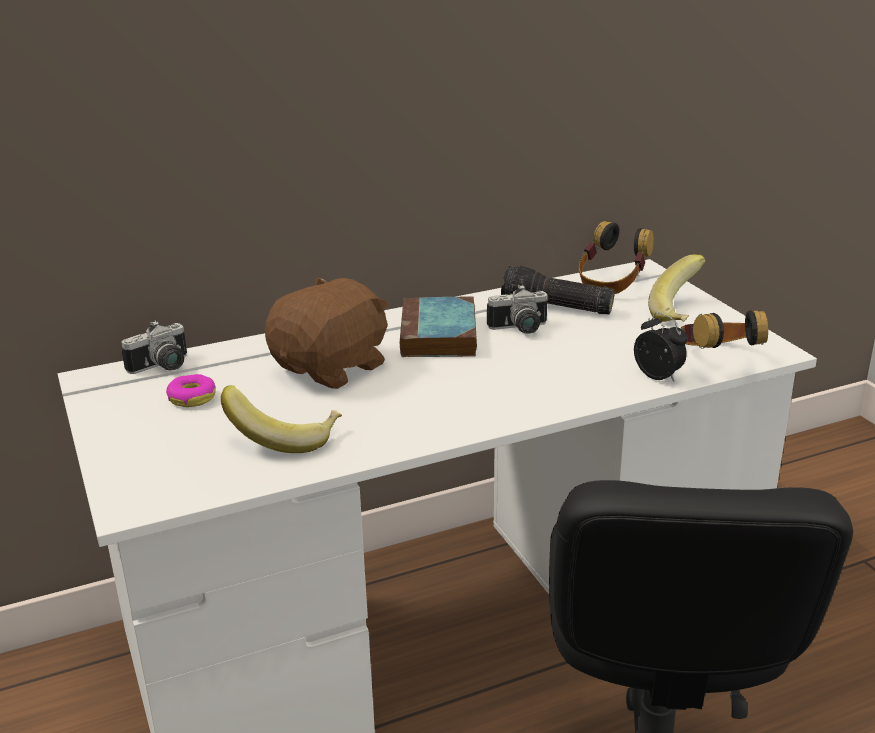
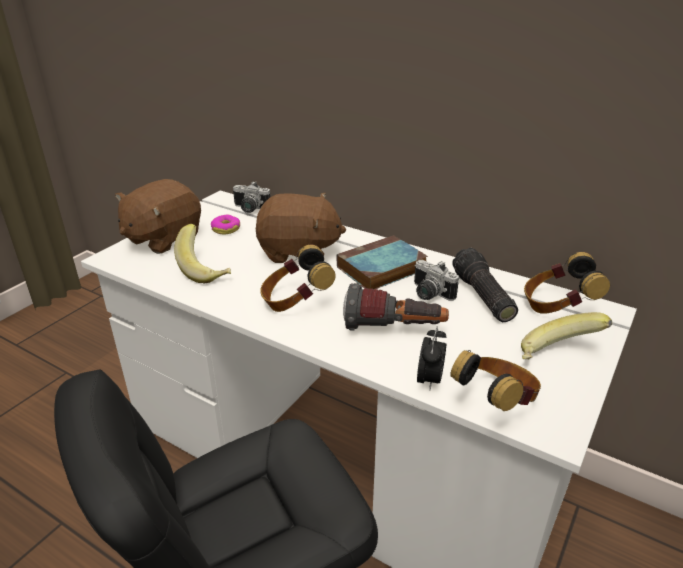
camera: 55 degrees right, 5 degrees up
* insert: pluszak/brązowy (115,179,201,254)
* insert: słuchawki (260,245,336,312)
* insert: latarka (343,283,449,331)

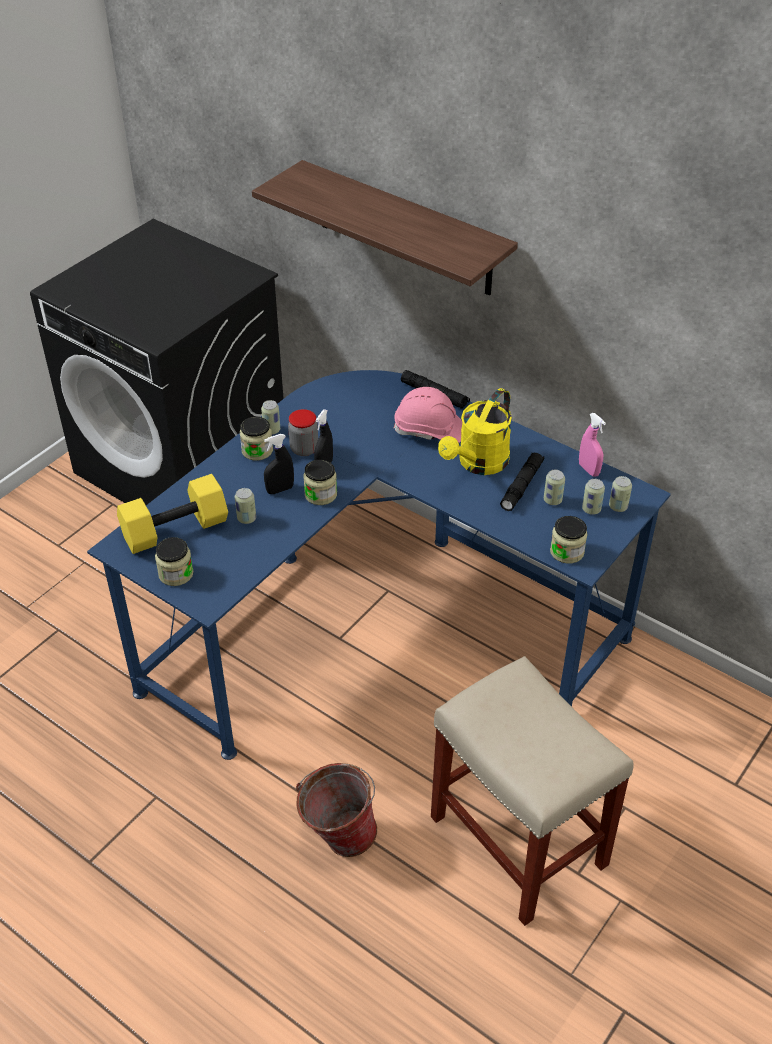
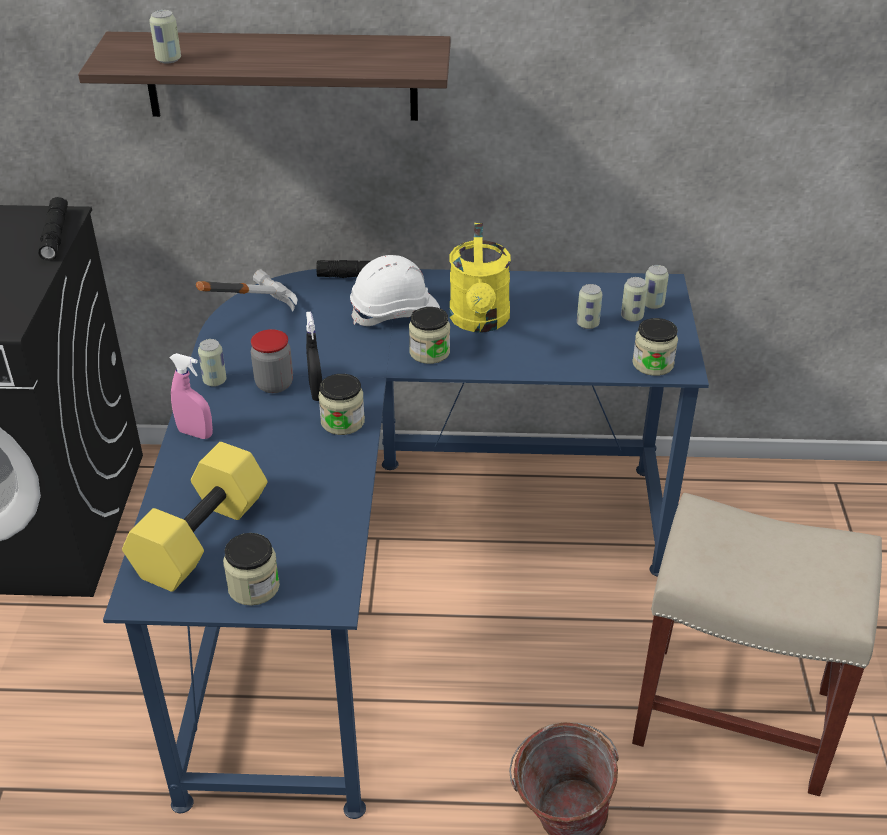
camera: 35 degrees left, 5 degrees down
* move: latarka/czarny (500,452,544,511) to (39,197,68,261)
* move: puszka (235,488,256,524) to (149,10,181,64)
* move: spryskiwacz/różowy (579,413,606,477) to (170,353,213,439)
* insert: młotek (196,269,298,312)
* recolor: kask/różowy (393,387,462,443) to kask/biały (350,255,440,326)
* move: słoik (240,417,273,461) to (409,307,450,364)
* delete: spryskiwacz/czarny (264,434,294,494)

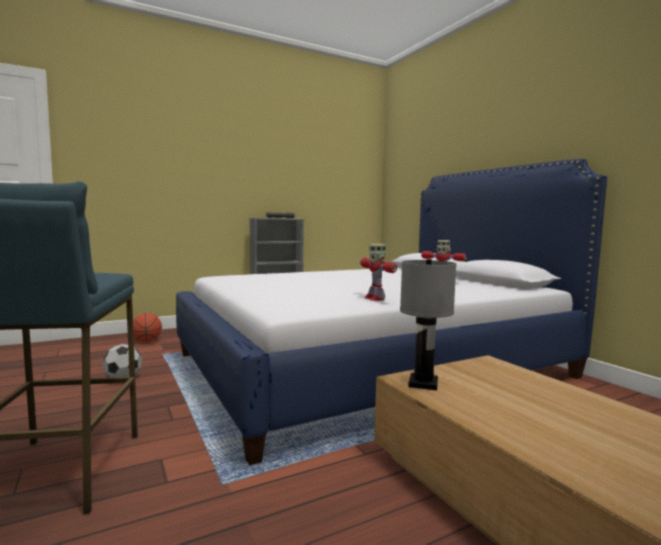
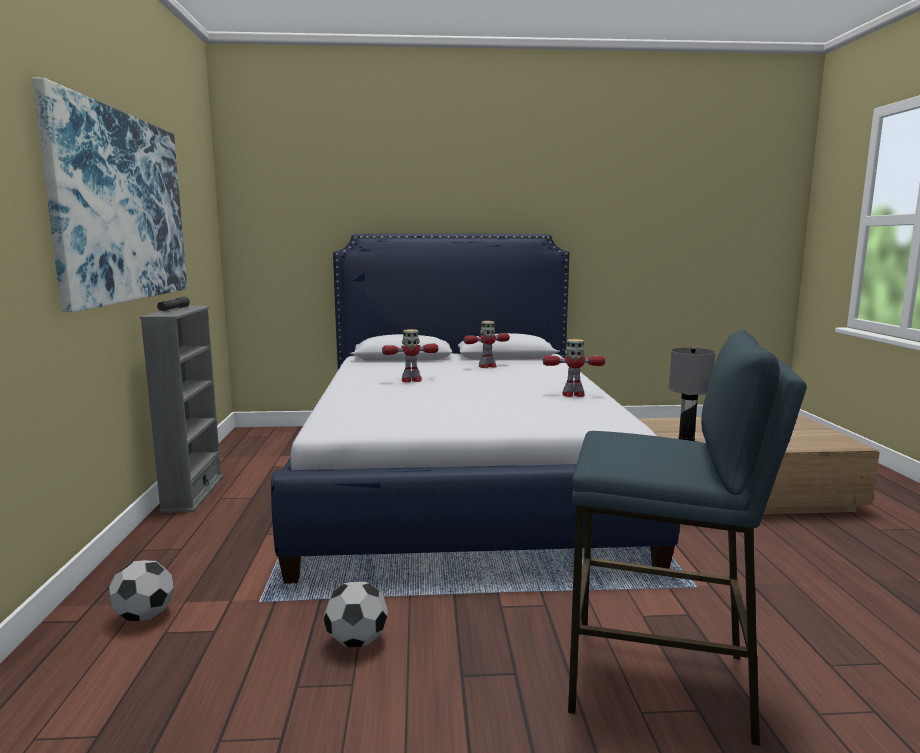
camera: 65 degrees left, 5 degrees up
* insert: obraz (32,78,187,312)
* replace: piłka do koszykówki (133,313,162,342) to piłka futbolowa (109,560,174,621)
* insert: robot zabawkowy (382,329,438,383)

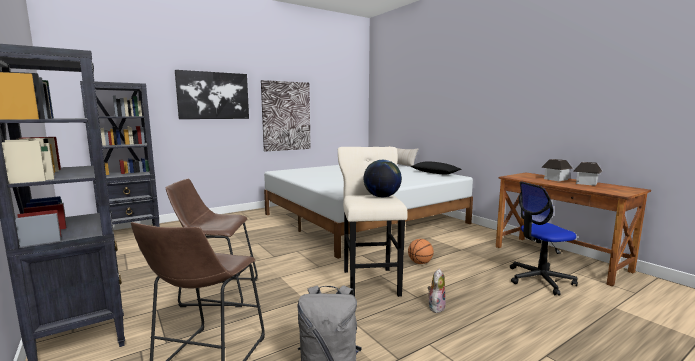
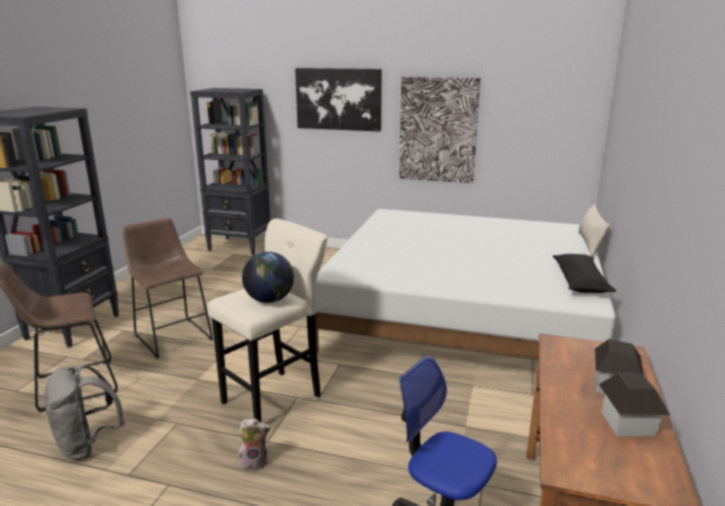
camera: 50 degrees right, 10 degrees up
* delete: piłka do koszykówki (408,239,434,264)

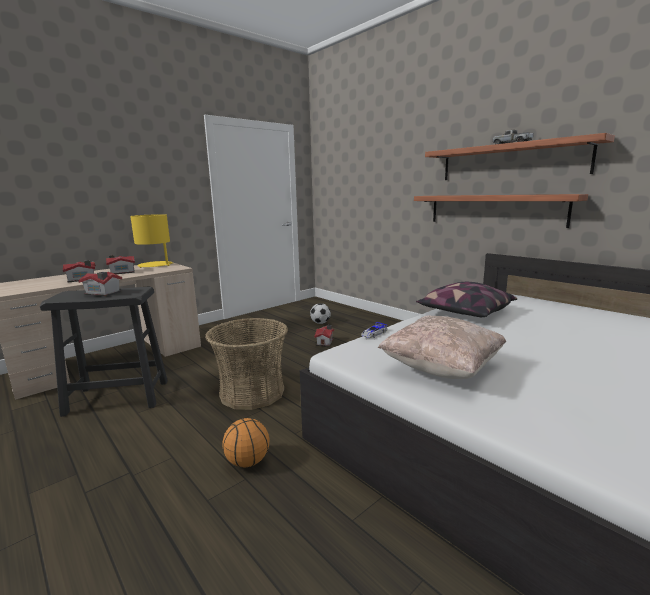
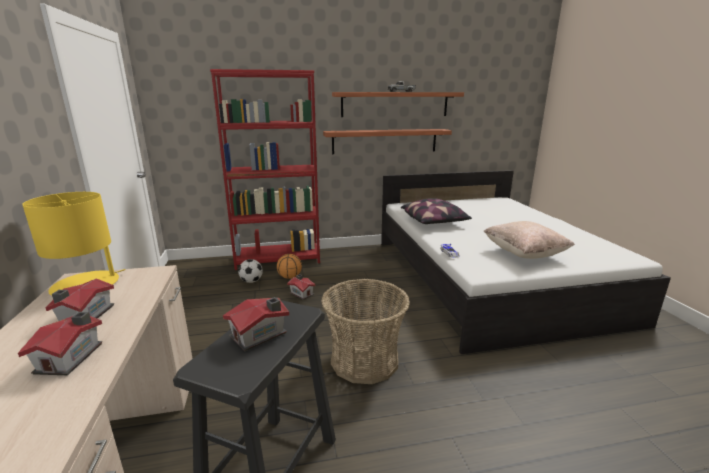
camera: 60 degrees left, 5 degrees up
* insert: regał/czerwony (210,69,320,270)
* move: piłka do koszykówki (222,418,269,467) to (277,254,302,279)

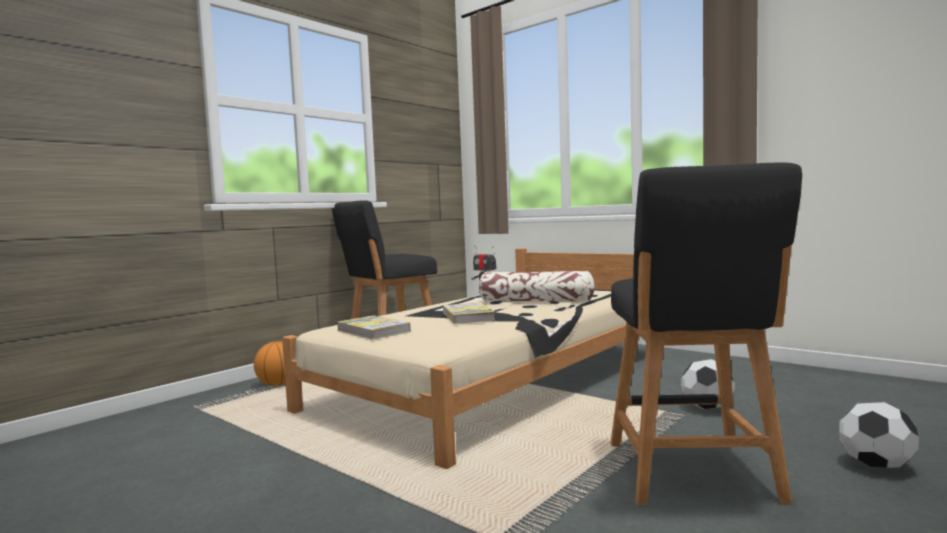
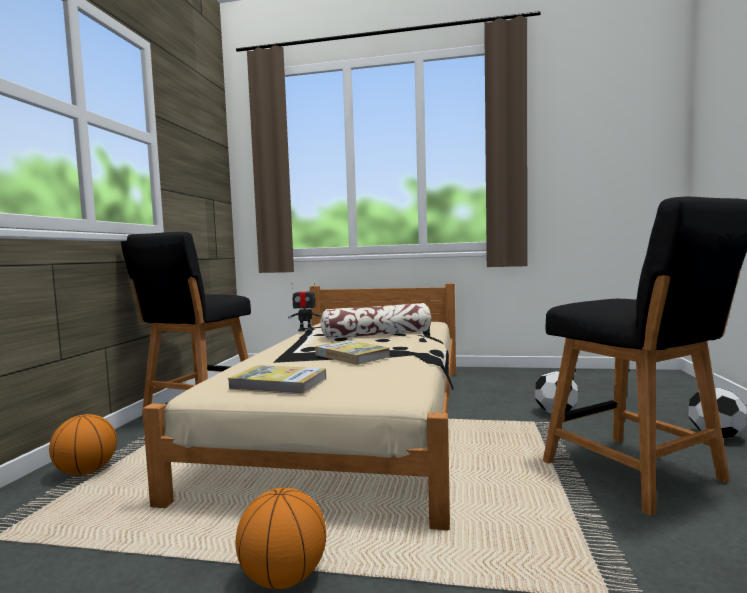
camera: 30 degrees left, 0 degrees up
* insert: piłka do koszykówki (236,488,326,589)

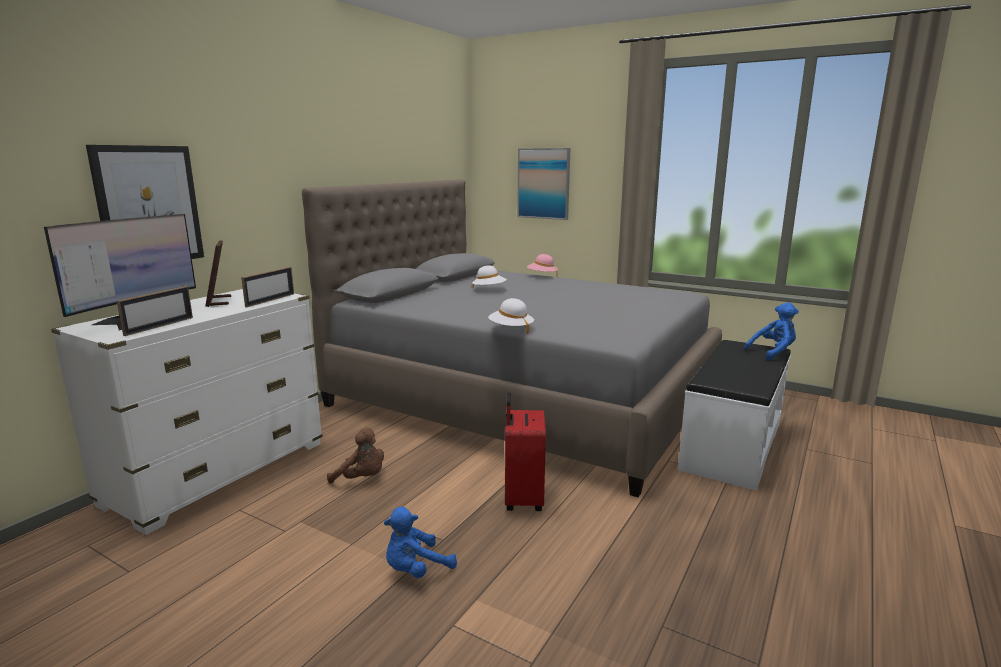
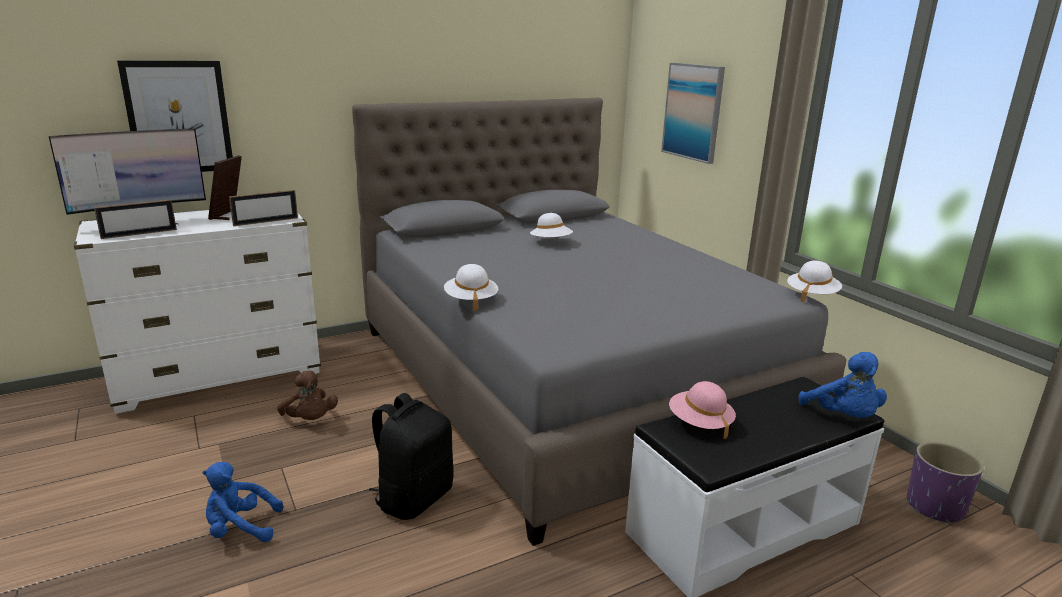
camera: 30 degrees right, 5 degrees up
* replace: walizka/czerwony (505,392,546,511) to plecak/czarny (369,393,453,520)
* move: kapelusz/różowy (527,254,558,277) to (669,381,736,439)
* insert: kapelusz/biały (787,261,842,303)
* rotate: pluszak/niebieski (744,302,799,360) = (798,352,887,418) 60 degrees clockwise
* insert: donica/fioletowy (907,442,984,524)

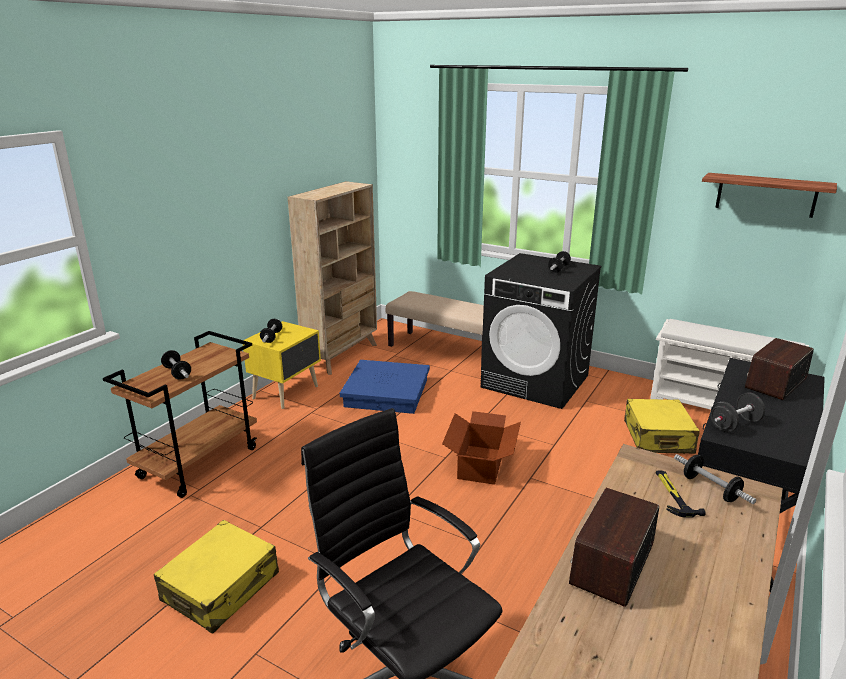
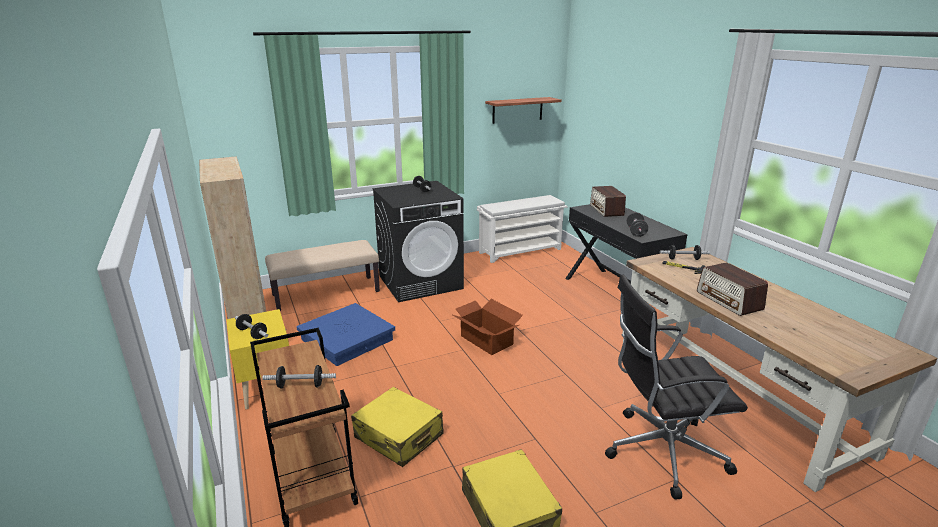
camera: 55 degrees left, 0 degrees up
* move: walizka/żółty (624,399,700,454) to (351,387,444,467)

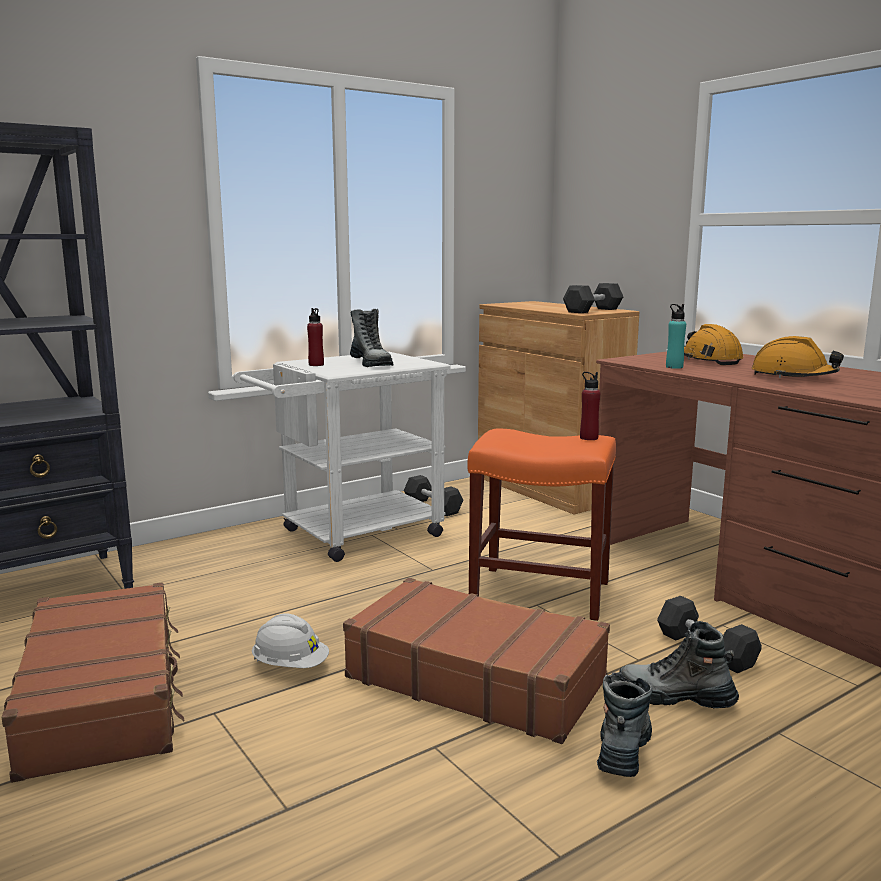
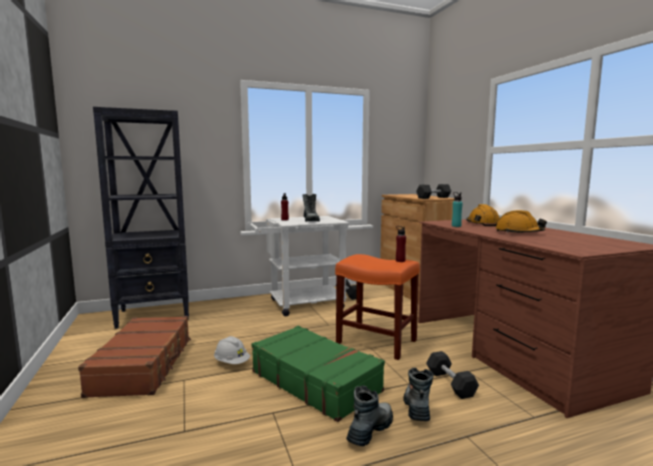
camera: 15 degrees right, 5 degrees down
* recolor: walizka/brązowy (343,578,610,744) to walizka/zielony (252,326,385,422)
* rotate: but z cholewką (619,621,739,708) = (403,368,434,421) 60 degrees clockwise

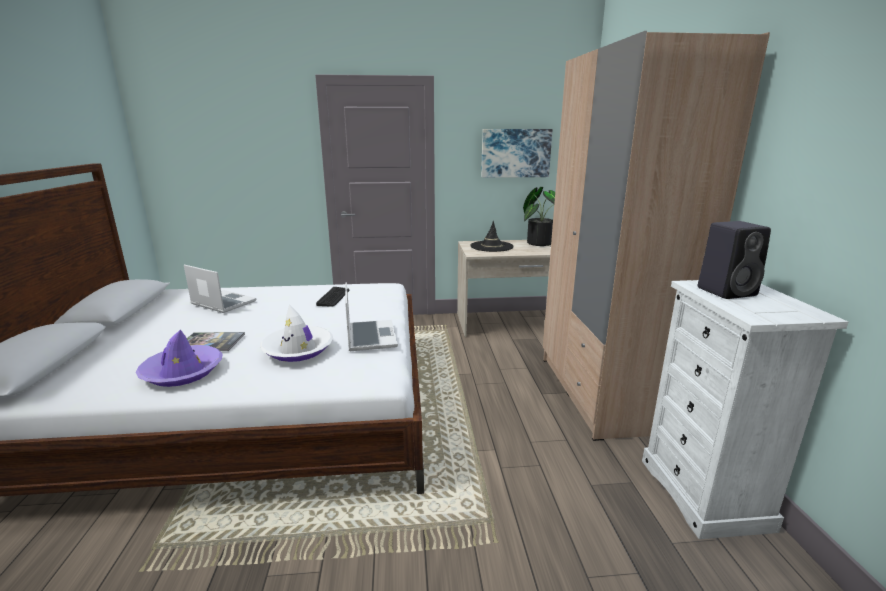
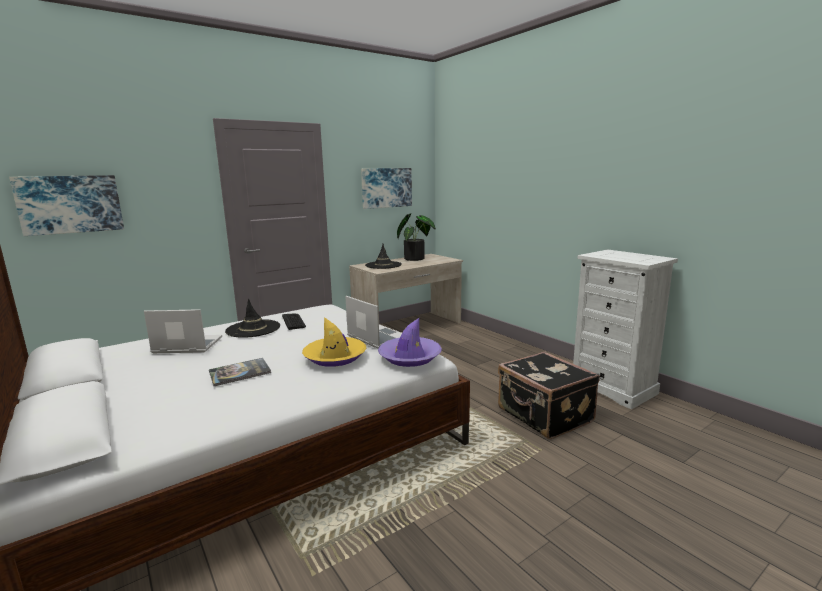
camera: 30 degrees left, 5 degrees down
* insert: obraz (9,175,124,236)
* insert: kapelusz/czarny (225,299,280,338)
* recolor: kapelusz/biały (260,305,333,362) to kapelusz/żółty (302,317,366,367)
* move: kapelusz/fioletowy (136,329,223,387) to (378,318,442,367)
* insert: walizka/czarny (498,352,600,439)
* delete: szafa/beżowy (543,31,770,441)
* delete: głośnik/czarny (698,221,771,299)

